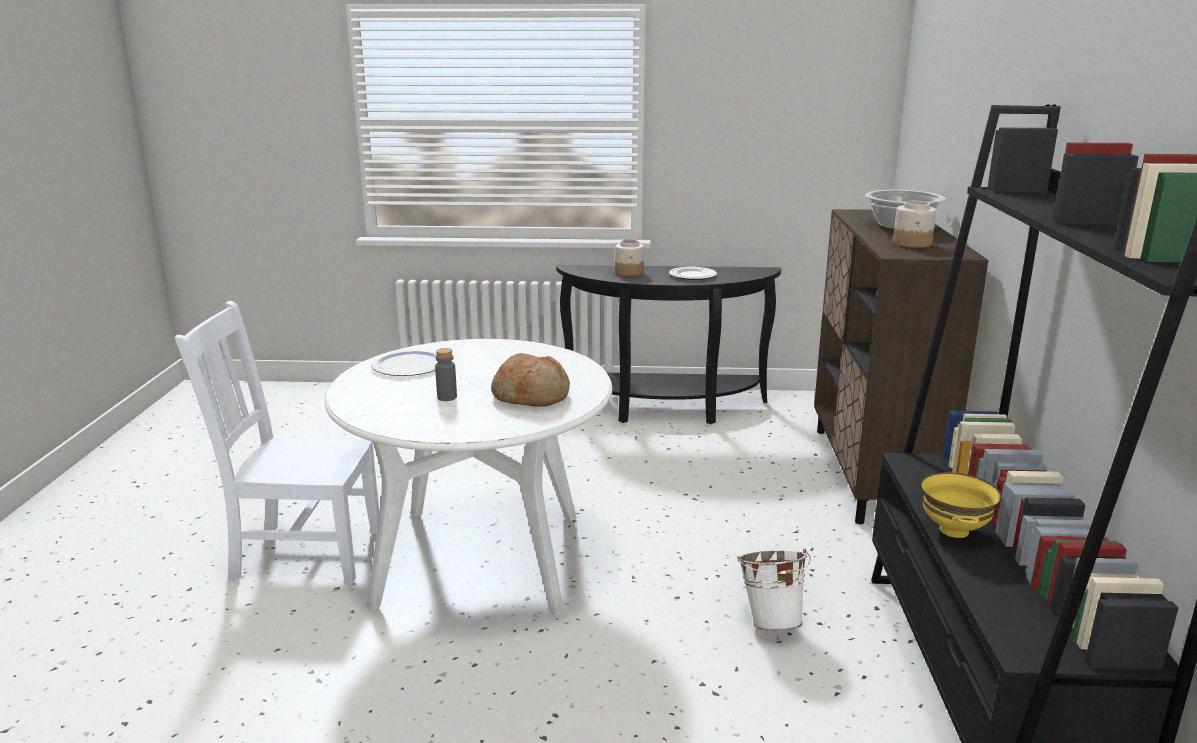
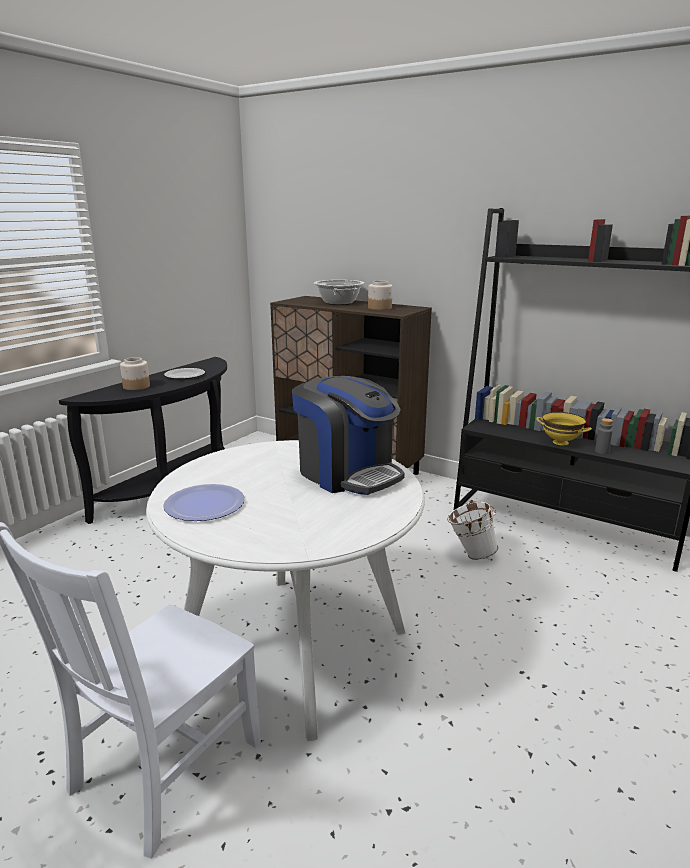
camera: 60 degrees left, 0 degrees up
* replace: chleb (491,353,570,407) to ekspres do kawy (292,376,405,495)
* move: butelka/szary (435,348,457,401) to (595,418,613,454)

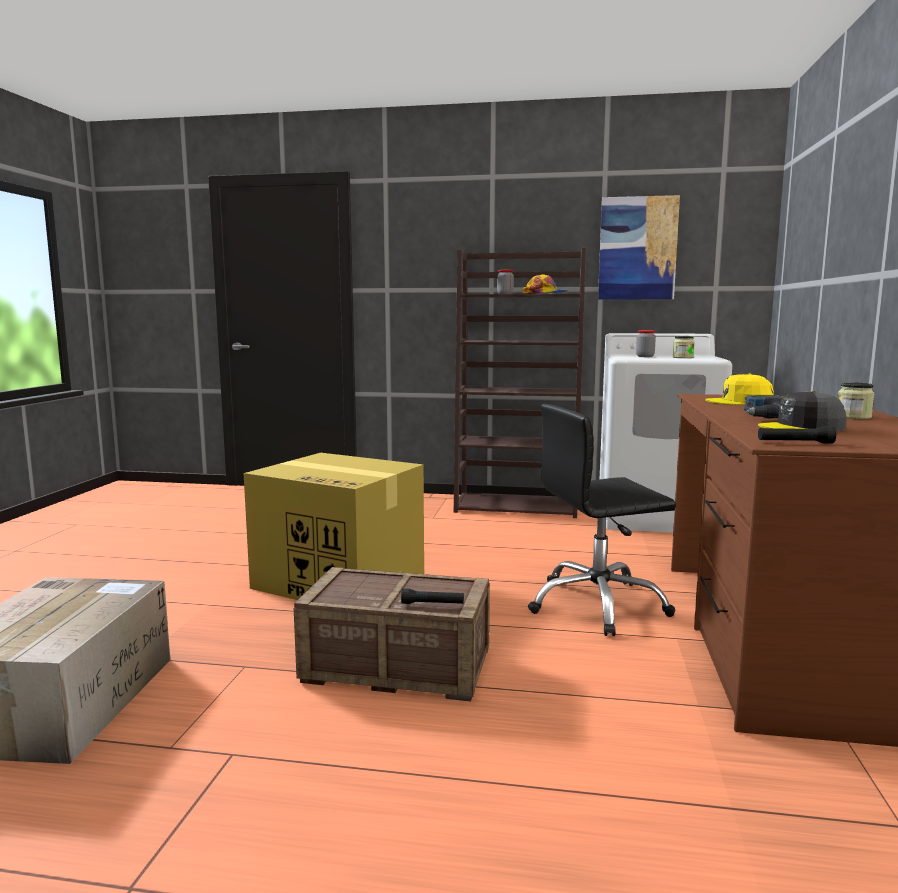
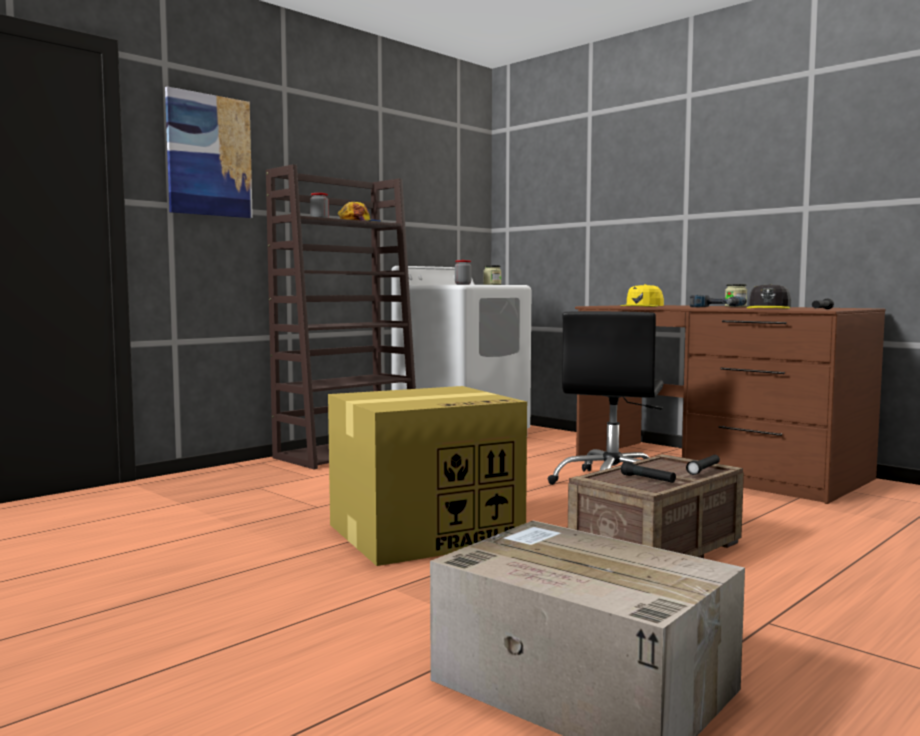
camera: 55 degrees left, 5 degrees down
* move: obraz (598,195,680,300) to (165,86,253,218)
* insert: latarka/czarny (621,461,676,483)

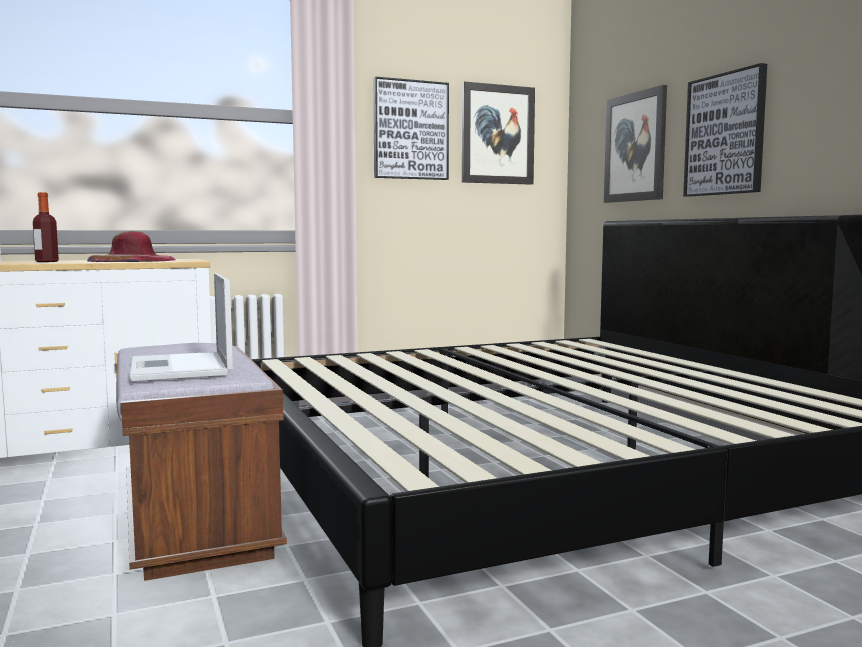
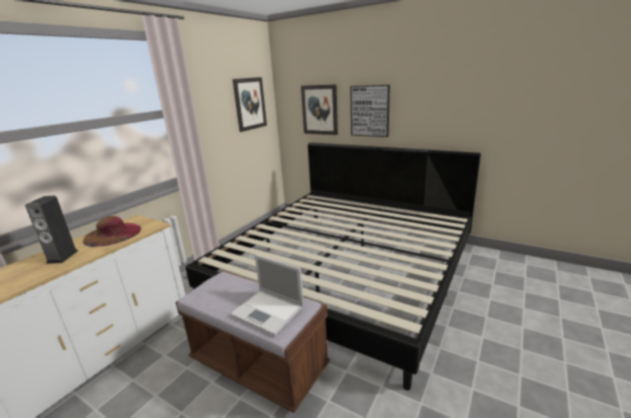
camera: 35 degrees left, 15 degrees up
* replace: butelka (33,192,59,262) to głośnik (25,196,78,264)
* delete: obraz (373,77,449,180)

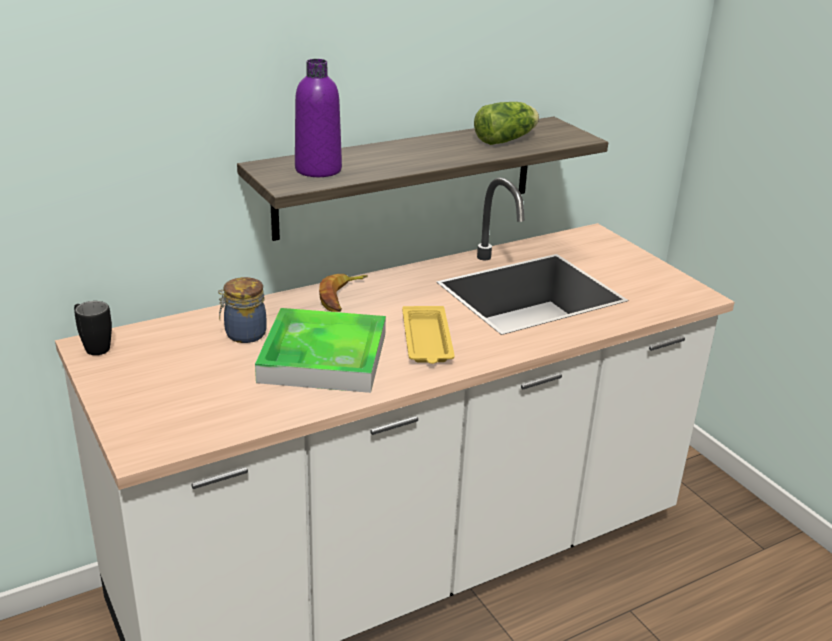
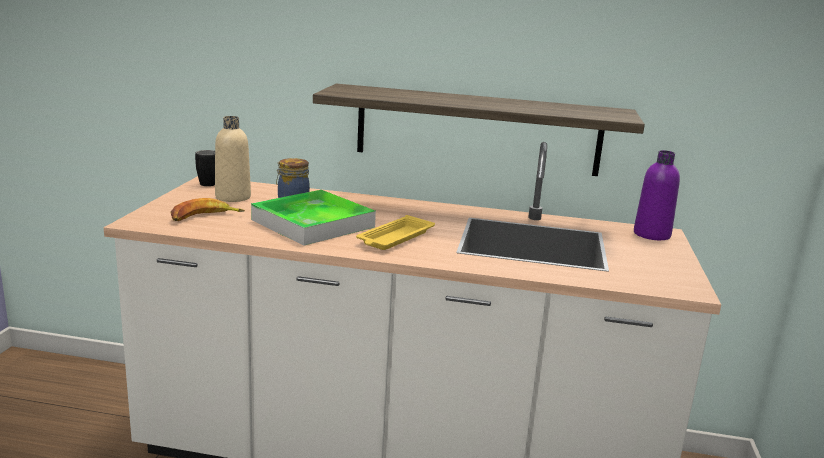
camera: 40 degrees right, 10 degrees down
* move: banan (319,274,368,312) to (170,198,245,221)
* insert: butelka/beżowy (215,116,251,202)
* move: butelka/fioletowy (295,59,342,177) to (634,150,680,240)
* delete: sałata (474,102,539,145)

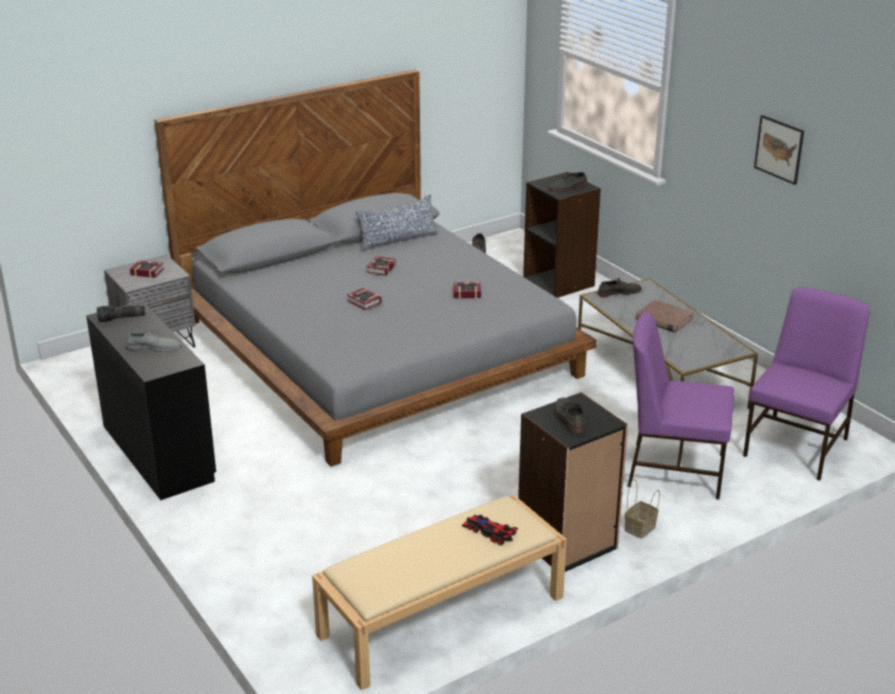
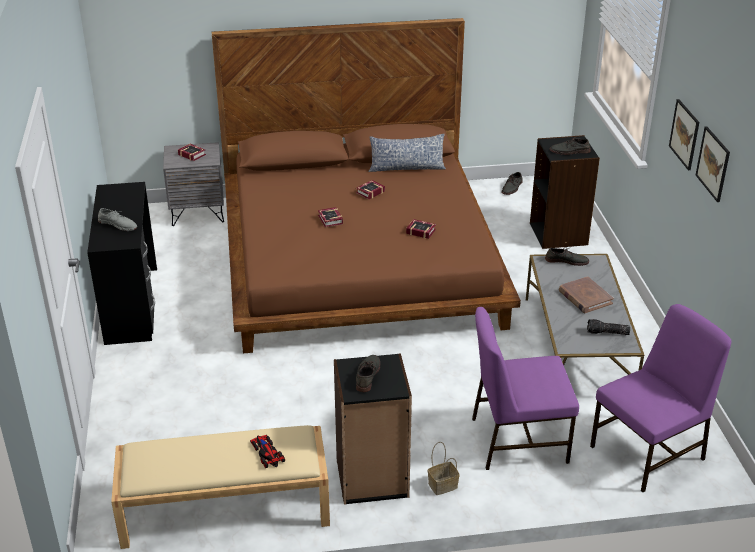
camera: 25 degrees right, 5 degrees up
* recolor: łóżko/szary (154,69,597,467) to łóżko/brązowy (212,18,521,353)
* rotate: krzesło/fioletowy (628,312,734,500) = (472,307,579,470) 45 degrees counterclockwise
* move: latarka (97,305,145,322) to (587,319,630,335)
* insert: obraz (669,99,699,170)

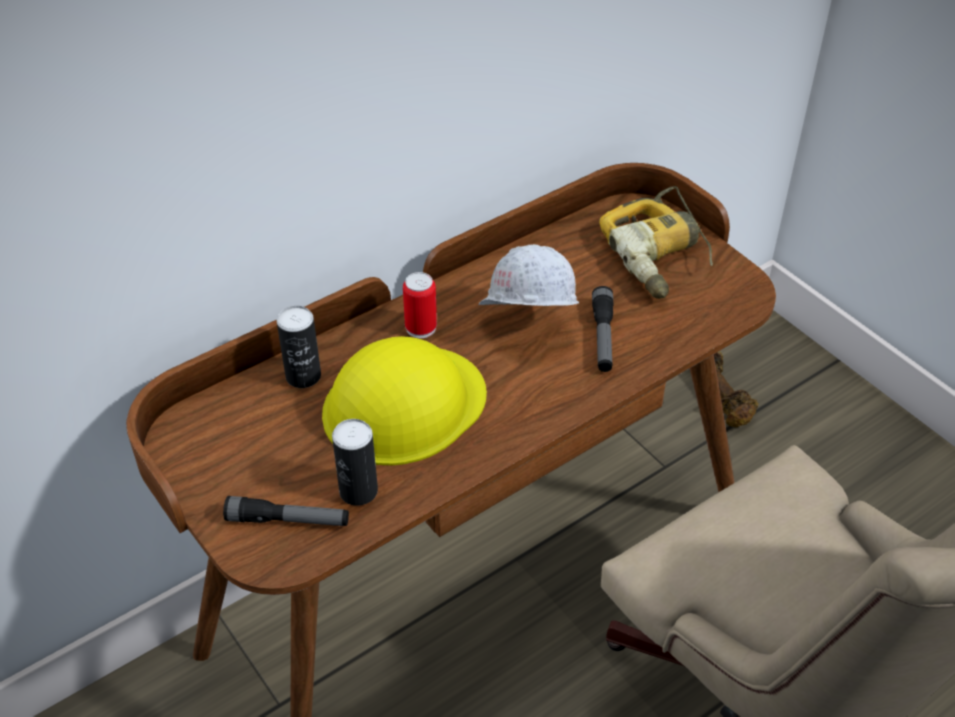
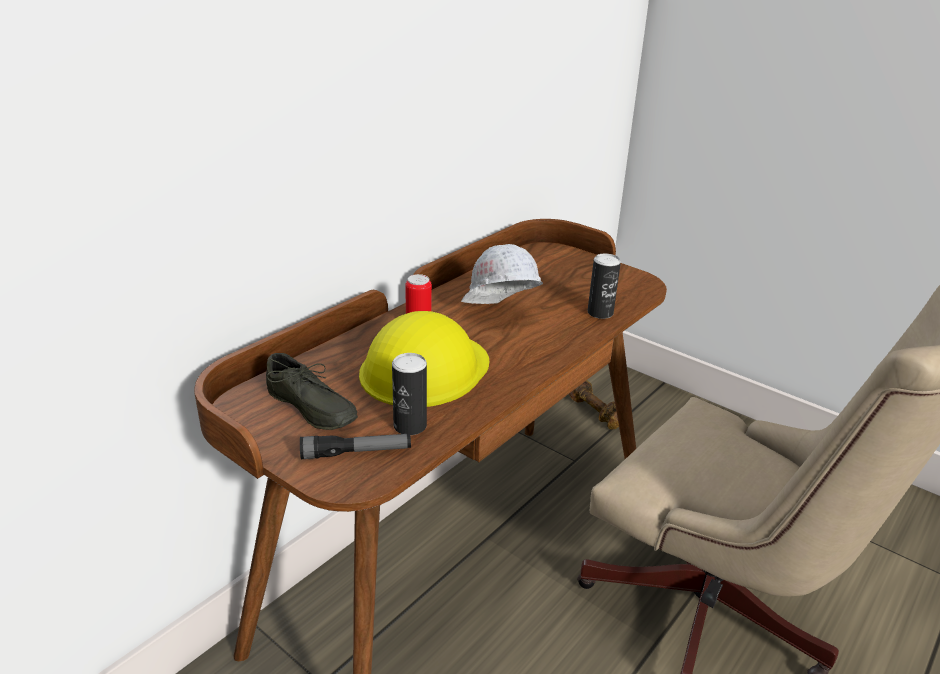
camera: 15 degrees left, 15 degrees down
* insert: but/szary (266,353,358,430)
* move: puszka (277,306,321,388) to (588,254,621,319)
* delete: latarka (592,286,614,372)
* delete: wiertarka (599,186,713,299)

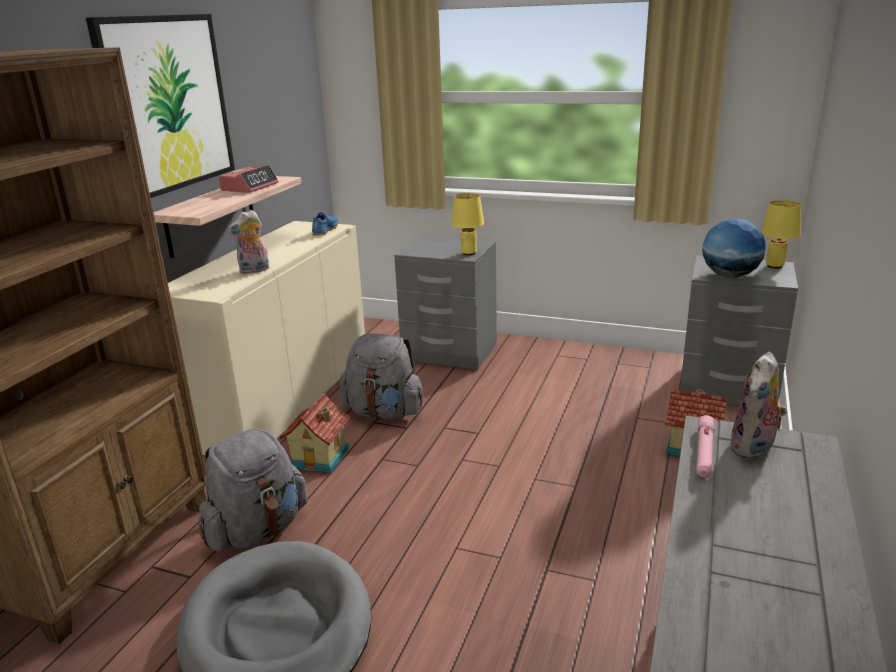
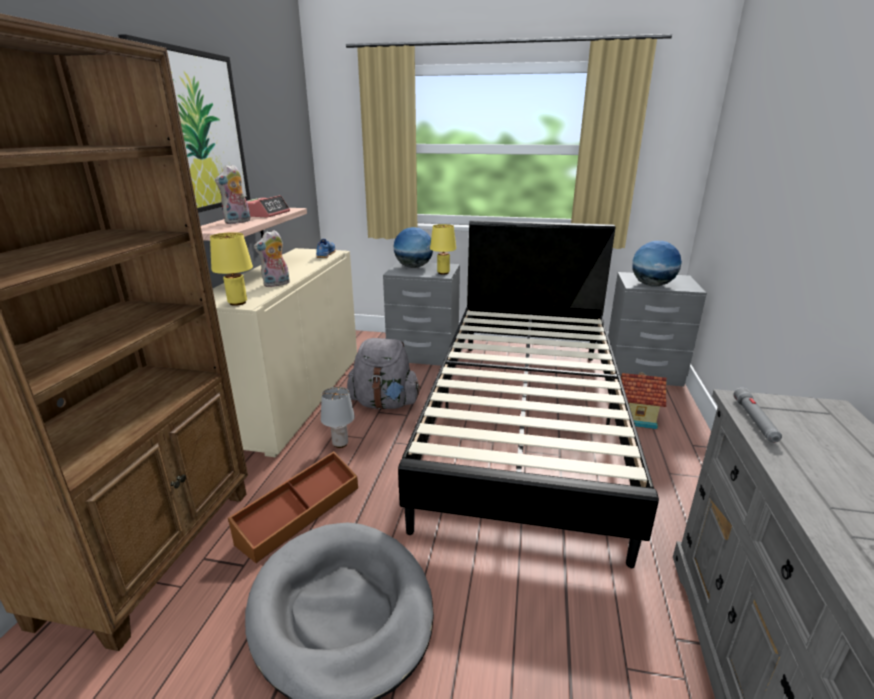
camera: 10 degrees left, 0 degrees up
* move: lampa stołowa/żółty (761,200,801,269) to (210,232,253,306)
* move: pluszak (729,352,787,460) to (215,164,250,224)
* replace: plecak/szary (199,428,308,552) to pojemnik do przechowywania/brązowy (228,451,358,563)
* replace: domek (279,393,351,473) to lampa stołowa/szary (321,387,355,448)
* insert: globus (394,227,433,268)
* insert: łóżko/czarny (398,220,659,568)
* recolor: latarka/różowy (696,415,715,477) to latarka/szary (733,388,782,443)

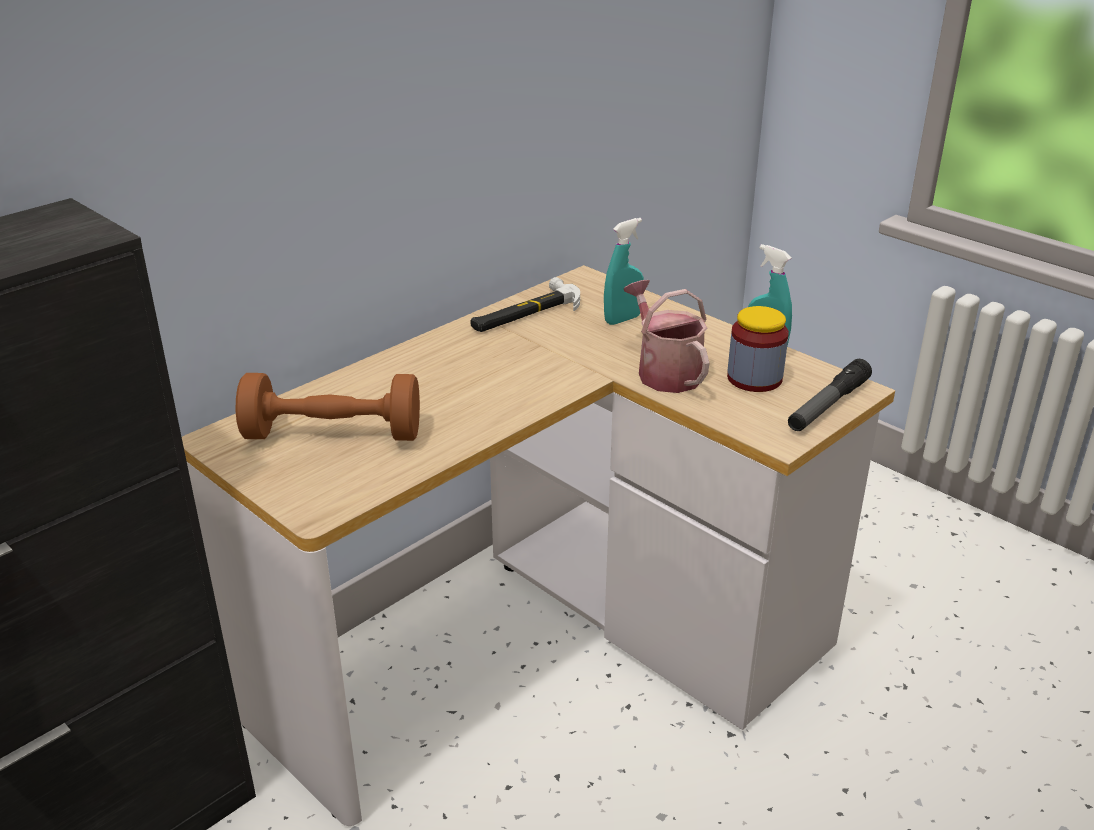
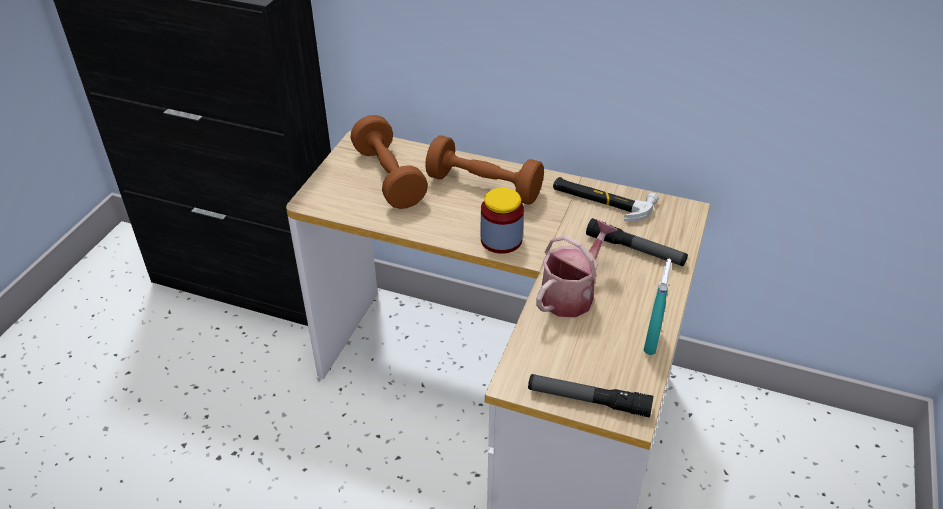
camera: 65 degrees right, 10 degrees up
* insert: hantel/brązowy (425,135,544,205)
* move: słoik (727,306,789,392) to (481,188,524,254)
* replace: spryskiwacz/turkusowy (604,218,644,325) to latarka (586,218,688,266)

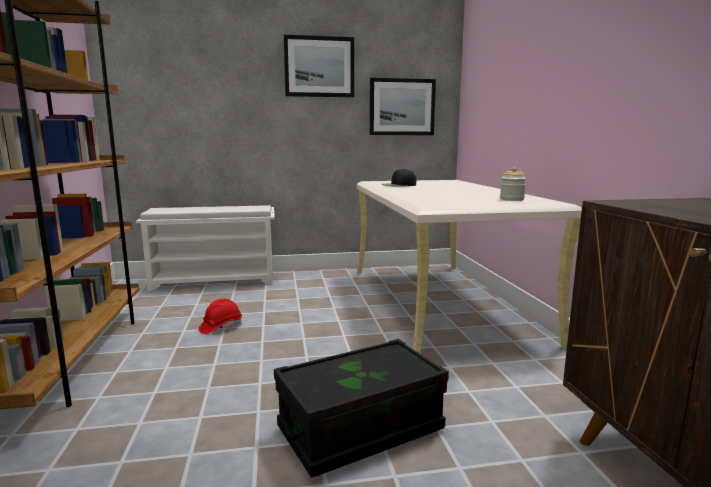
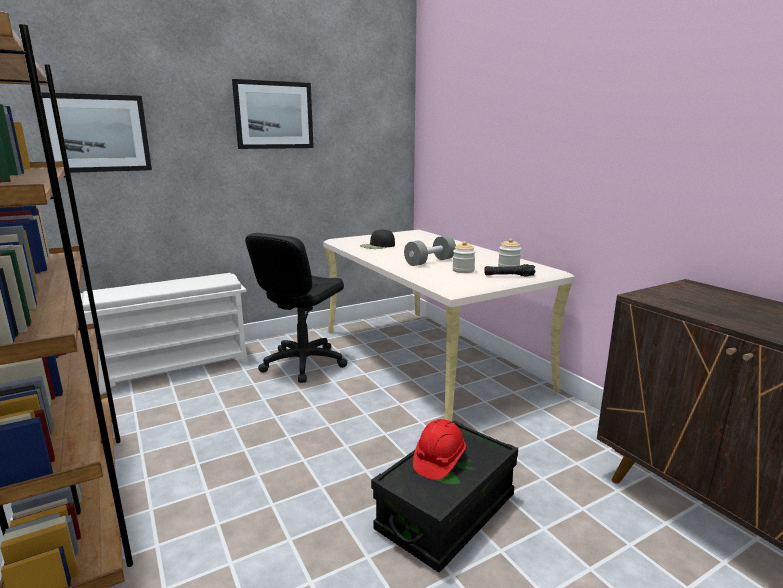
camera: 20 degrees left, 5 degrees up
* move: obraz (370,78,436,135) to (41,92,152,173)
* insert: krzesło biurowe/czarny (245,233,347,383)
* insert: hantel/szary (404,236,456,266)
* move: kask/czerwony (199,299,242,334) to (413,419,466,480)
* insert: słoik (452,241,475,273)
* insert: latarka/czarny (484,264,536,277)

